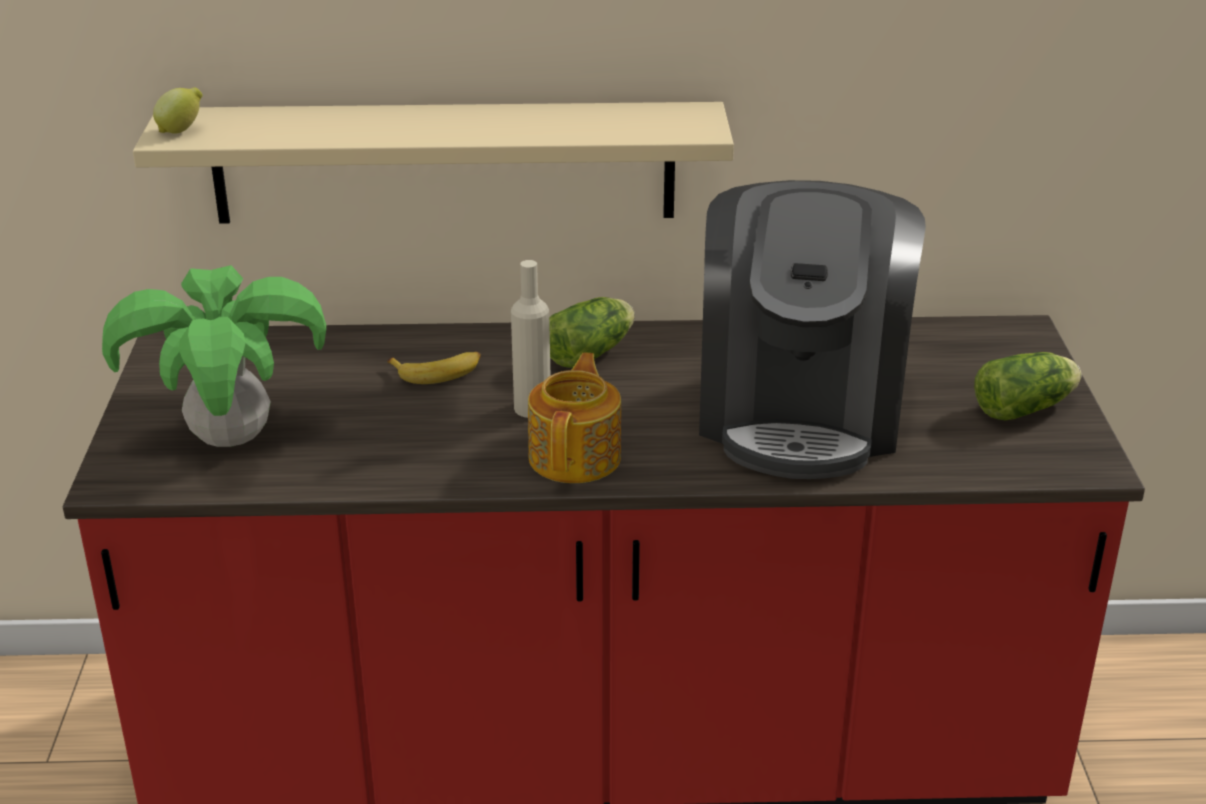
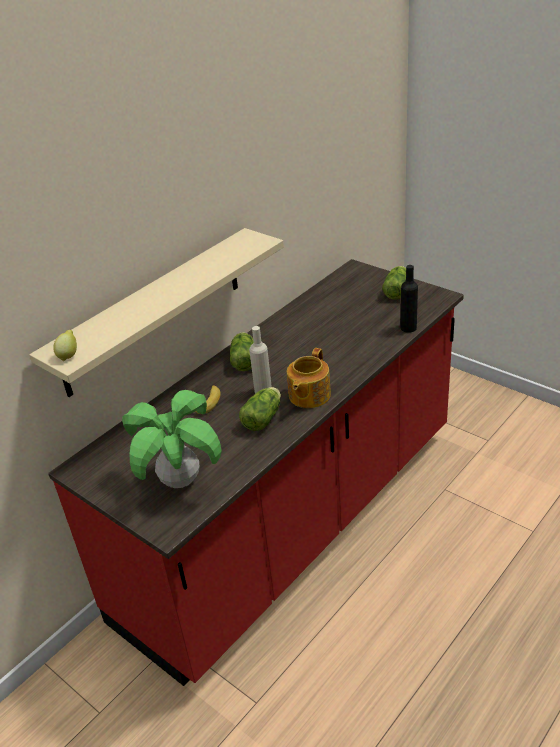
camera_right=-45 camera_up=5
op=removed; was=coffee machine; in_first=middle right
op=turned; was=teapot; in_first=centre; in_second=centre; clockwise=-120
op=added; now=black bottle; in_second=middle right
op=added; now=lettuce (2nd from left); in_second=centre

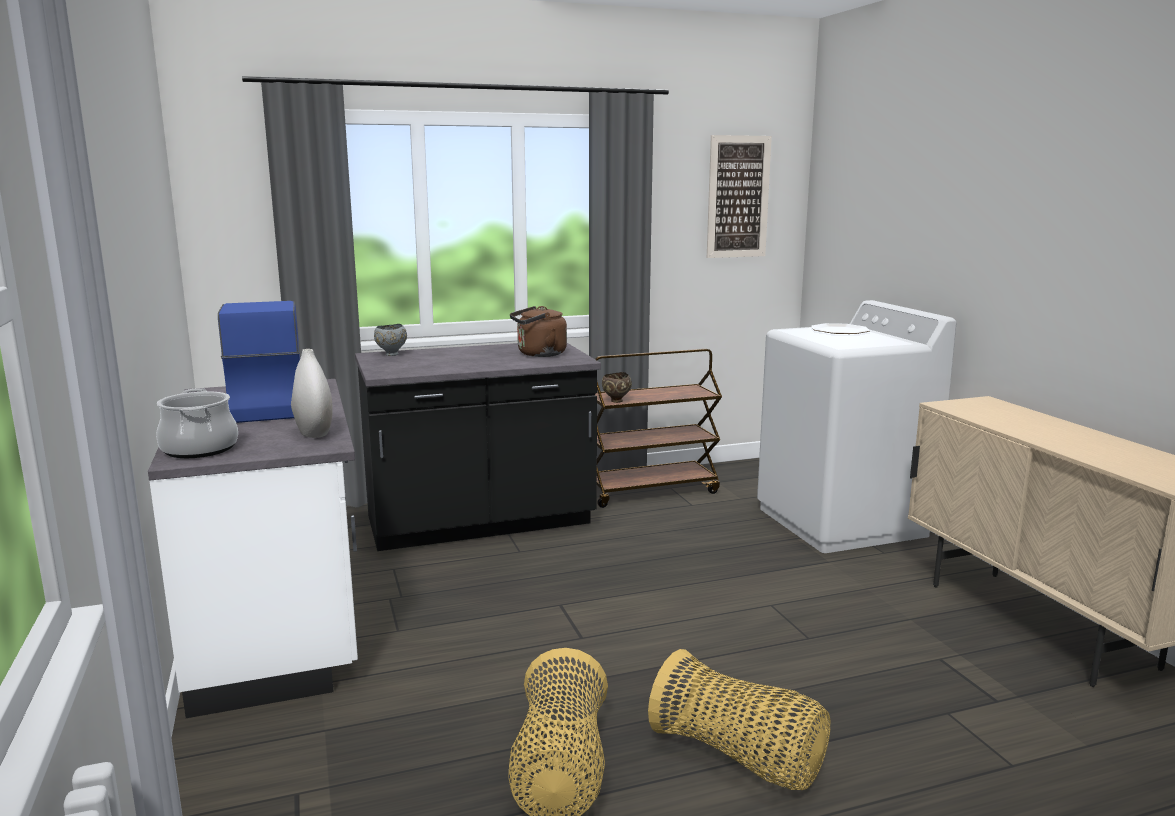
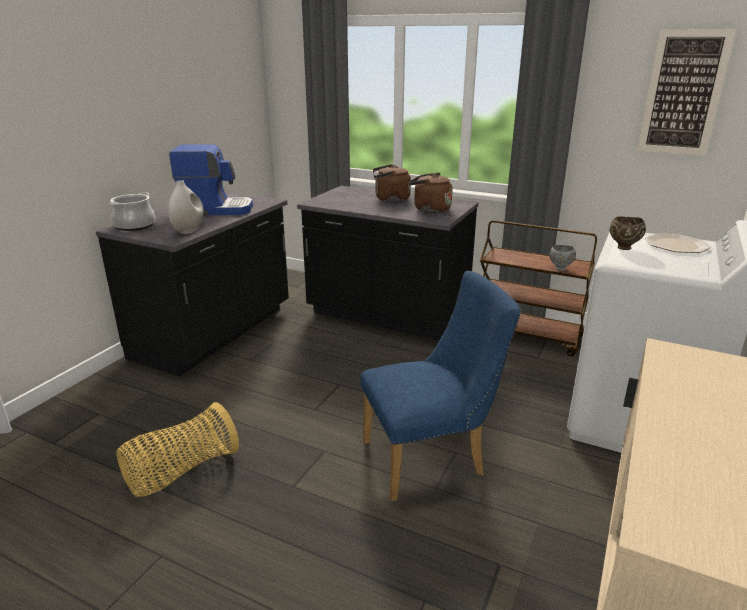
camera_right=45 camera_up=10
op=turned; was=coffee machine; in_first=middle left; in_second=top left; clockwise=60
op=moved; was=grey bowl; in_first=middle left; in_second=middle right
op=moved; was=brown bowl; in_first=centre; in_second=middle right
op=recoloured; was=white counter; now=black counter (1st from left); in_first=bottom left; in_second=middle left
op=removed; was=basket (2nd from left); in_first=bottom centre
op=added; now=brown kettle (1st from left); in_second=top centre
op=added; now=blue chair; in_second=centre

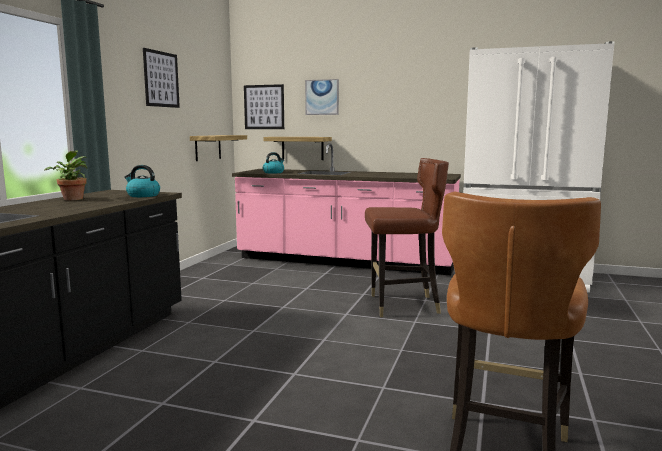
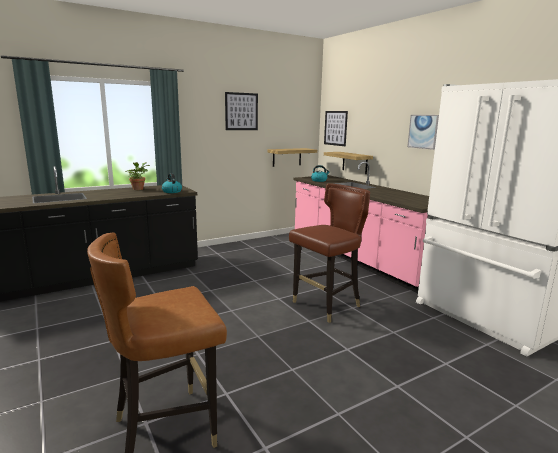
camera_right=40 camera_up=5
op=moved; was=picture (3rd from left); in_first=top centre; in_second=top right
op=turned; was=brown chair (1st from left in the first image); in_first=centre; in_second=centre; clockwise=-75

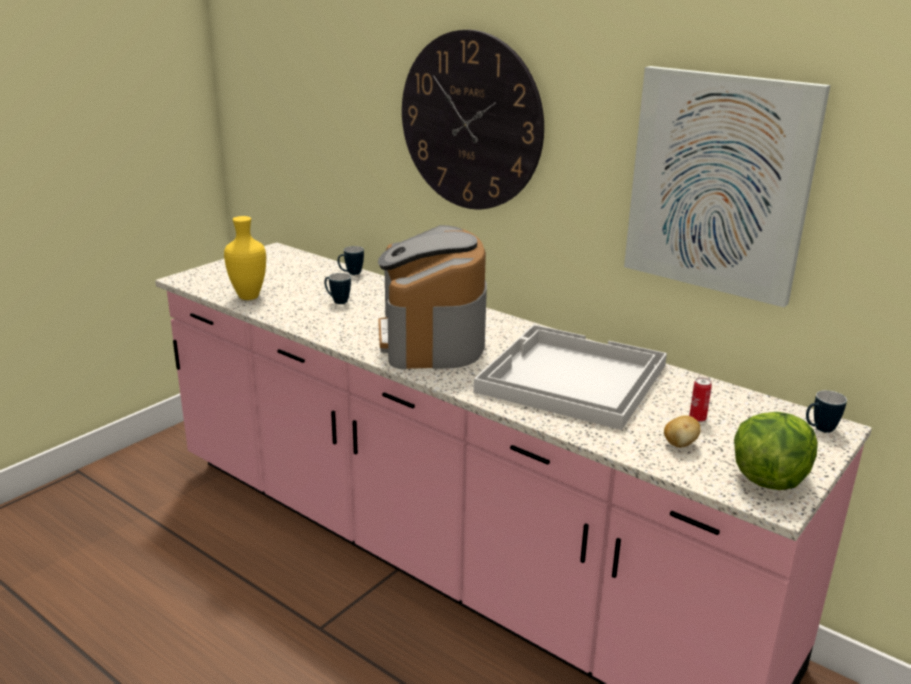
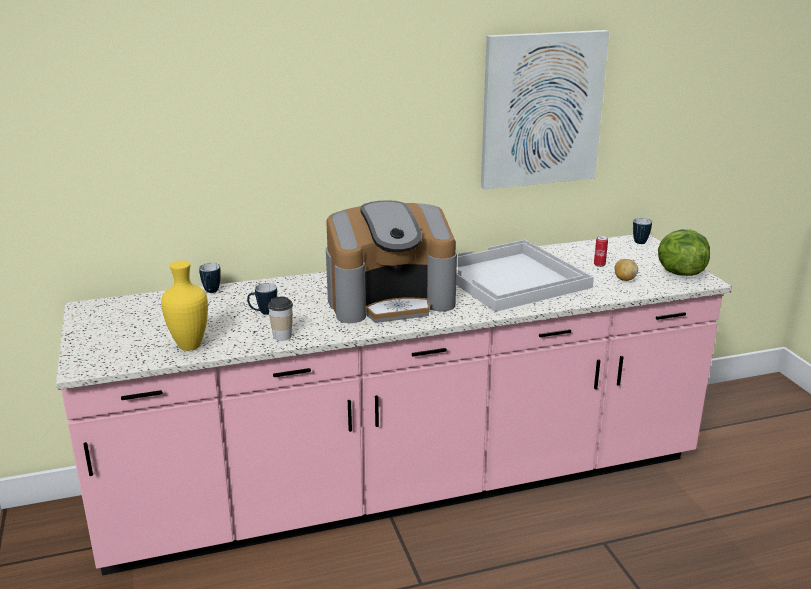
camera_right=-55 camera_up=0
op=removed; was=wall clock; in_first=top centre
op=turned; was=coffee machine; in_first=centre; in_second=centre; clockwise=-45
op=added; now=cup; in_second=centre

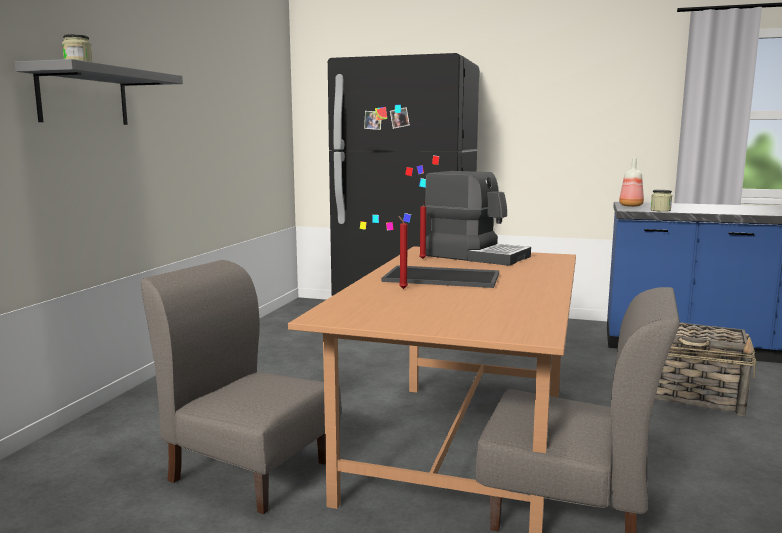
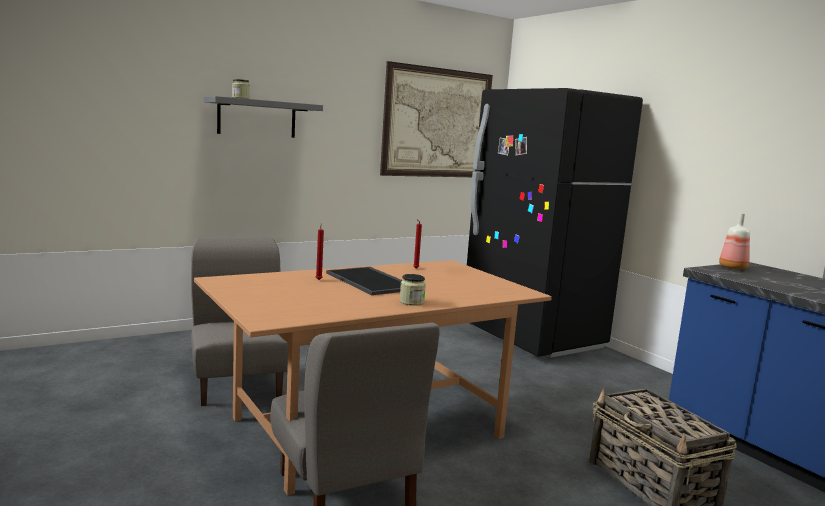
camera_right=40 camera_up=0
op=removed; was=coffee machine; in_first=centre
op=moved; was=jar (2nd from left); in_first=middle right; in_second=centre
op=added; now=picture; in_second=top centre

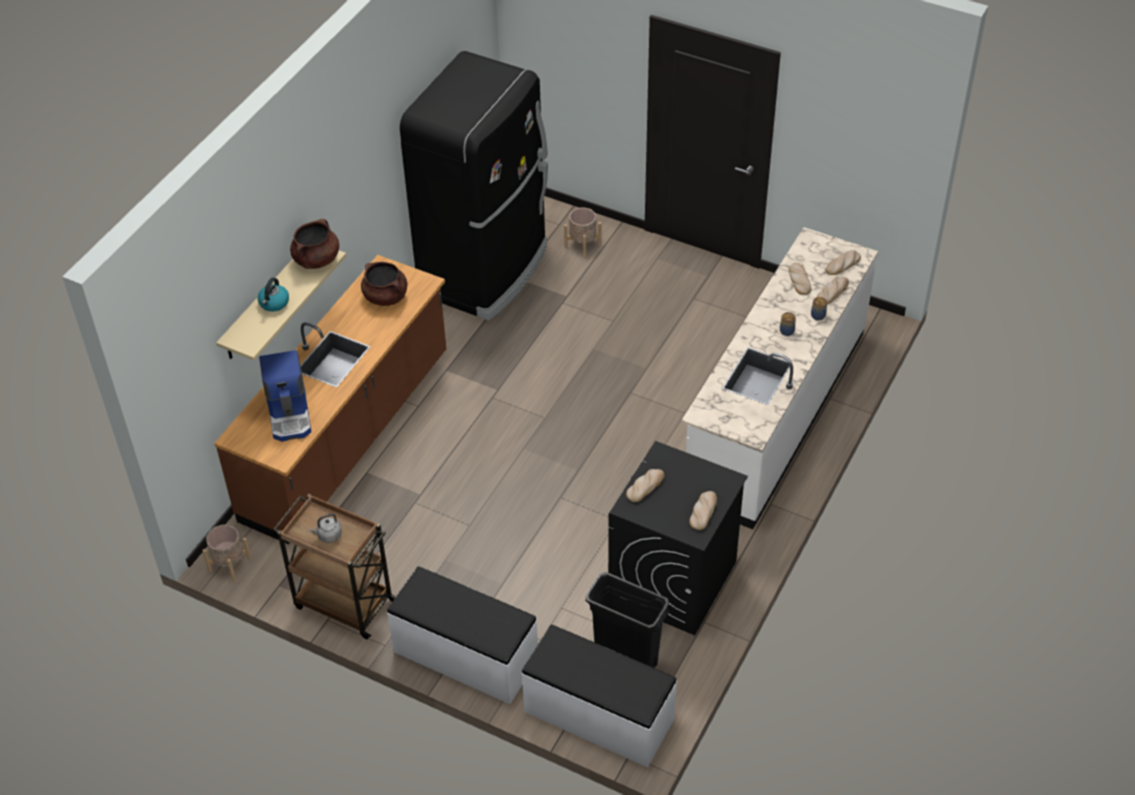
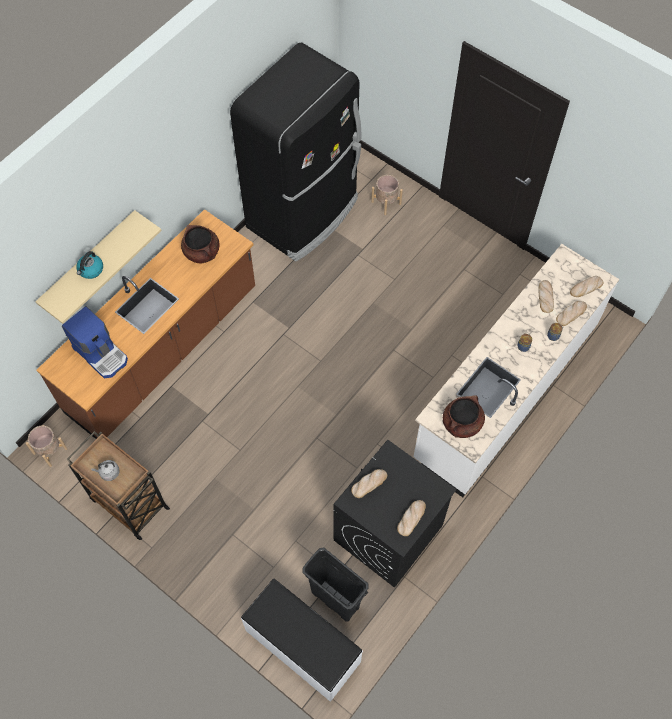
camera_right=10 camera_up=15
op=moved; was=brown cooking pot (1st from left in the first image); now=brown cooking pot (2nd from left); in_first=top left; in_second=middle right
op=turned; was=coffee machine; in_first=middle left; in_second=middle left; clockwise=-45
op=removed; was=white bench (1st from left); in_first=bottom centre

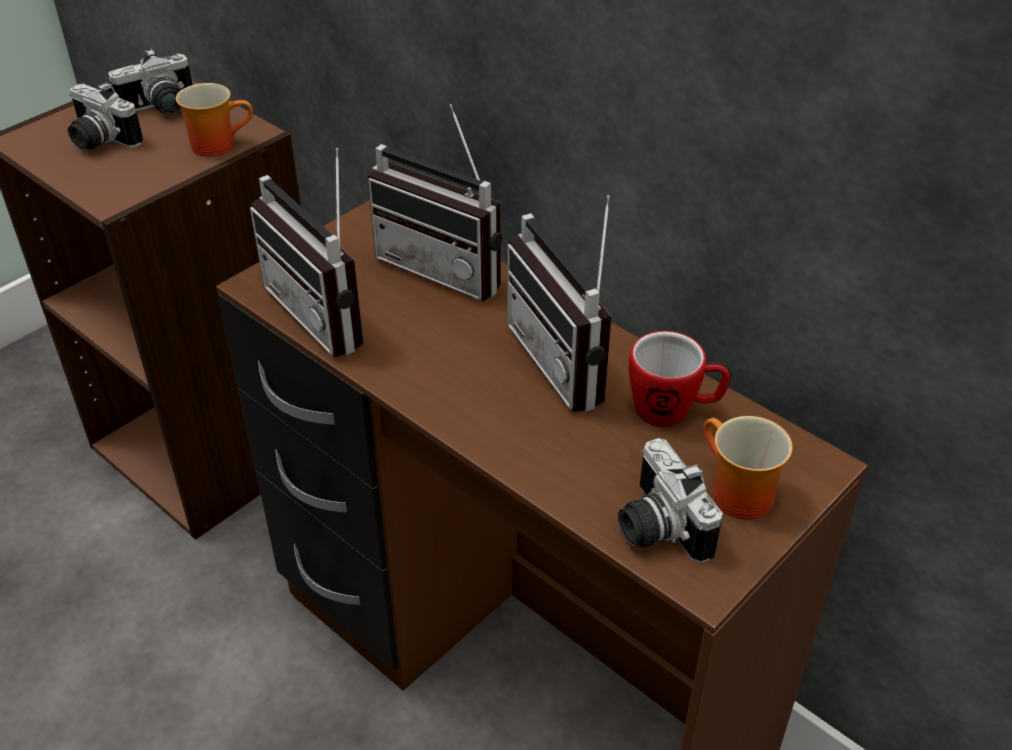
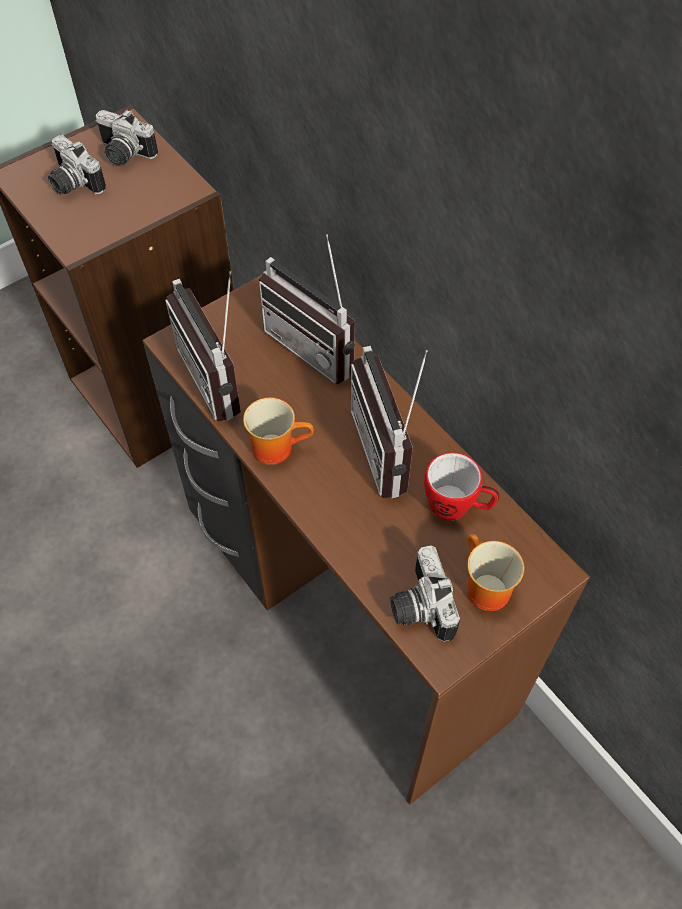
camera_right=10 camera_up=15
op=turned; was=photo camera (2nd from left); in_first=top left; in_second=top left; clockwise=45
op=moved; was=mug (1st from left); in_first=top left; in_second=centre

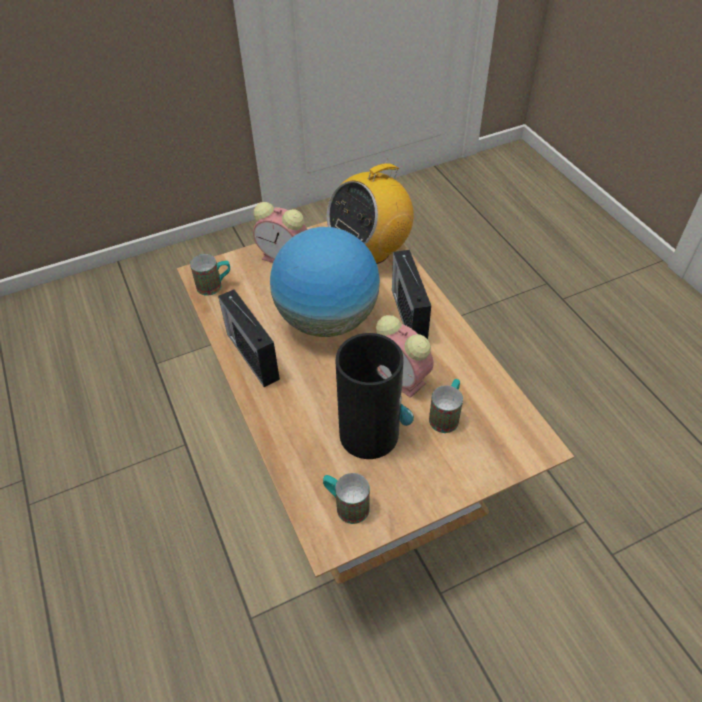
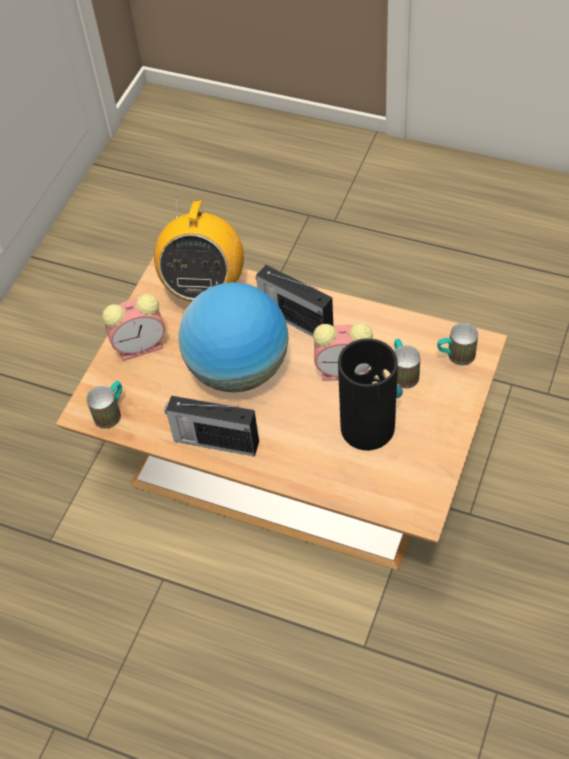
camera_right=-40 camera_up=5
op=moved; was=mug (2nd from left in the first image); now=mug (3rd from left); in_first=bottom centre; in_second=middle right

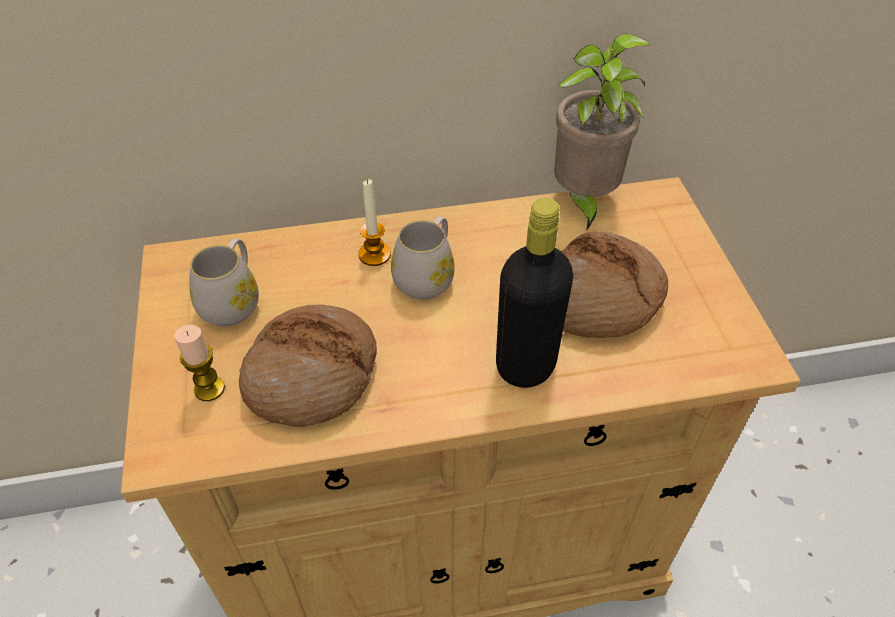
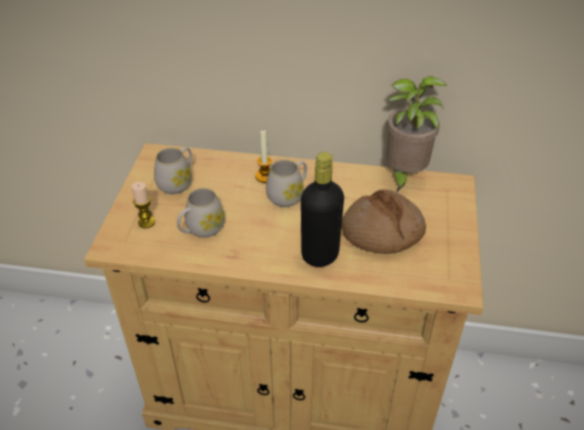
camera_right=20 camera_up=-5
op=replaced; was=bread (1st from left); now=white mug (2nd from left); in_first=centre; in_second=centre

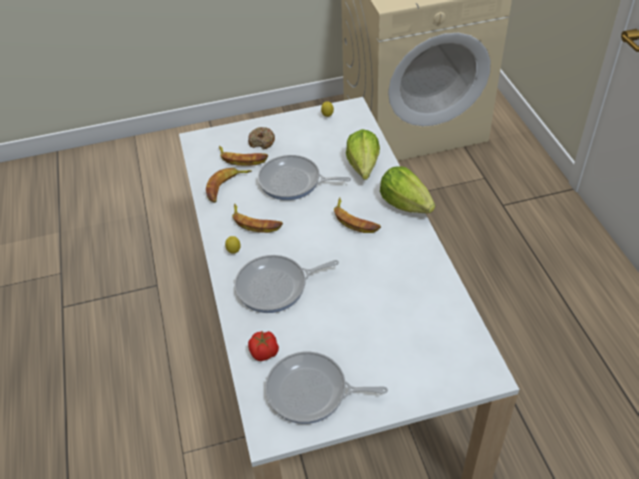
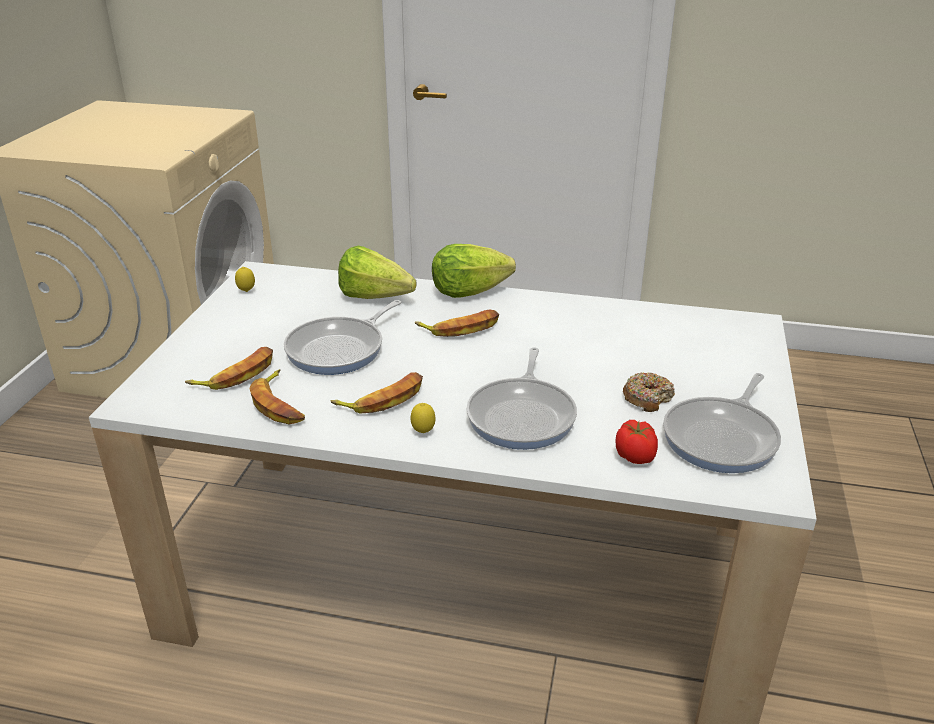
camera_right=-65 camera_up=-15
op=moved; was=donut; in_first=top centre; in_second=middle right

